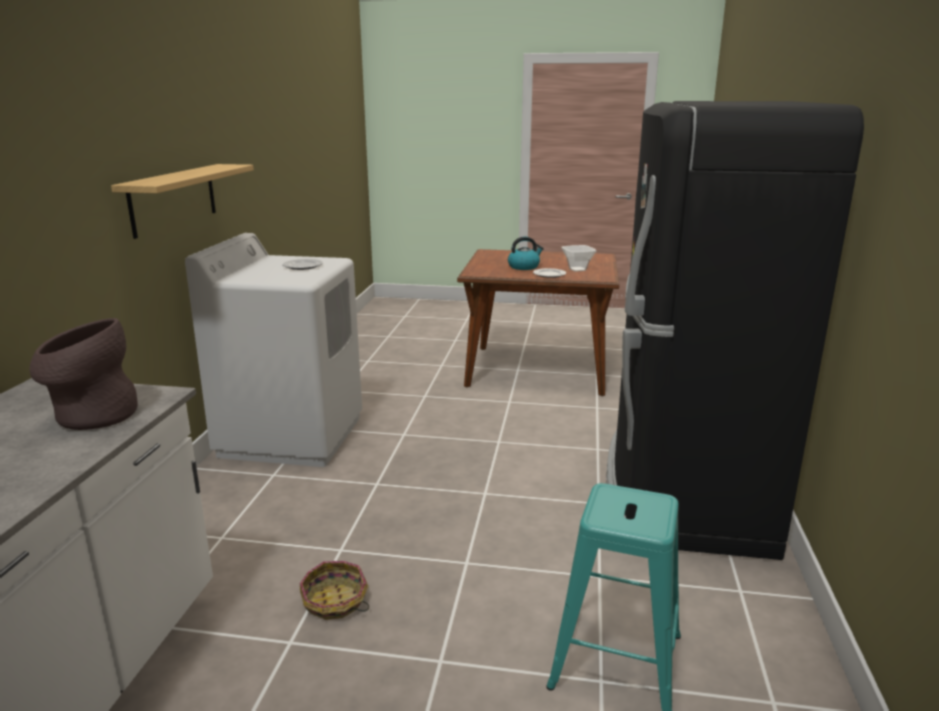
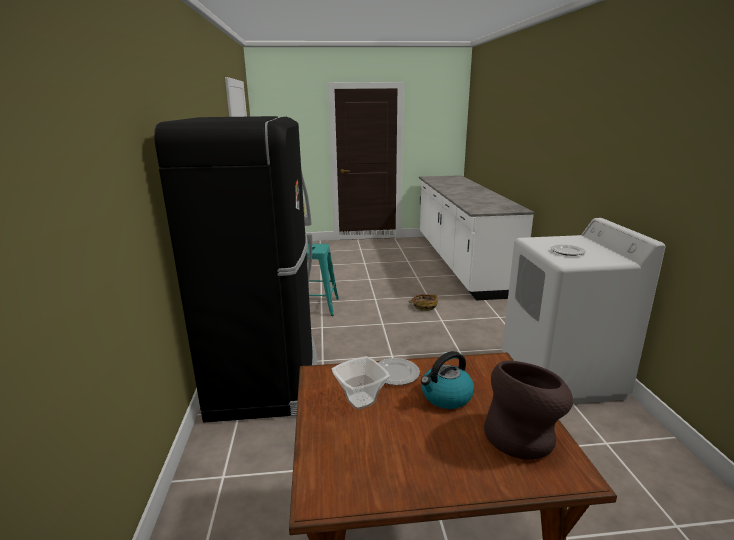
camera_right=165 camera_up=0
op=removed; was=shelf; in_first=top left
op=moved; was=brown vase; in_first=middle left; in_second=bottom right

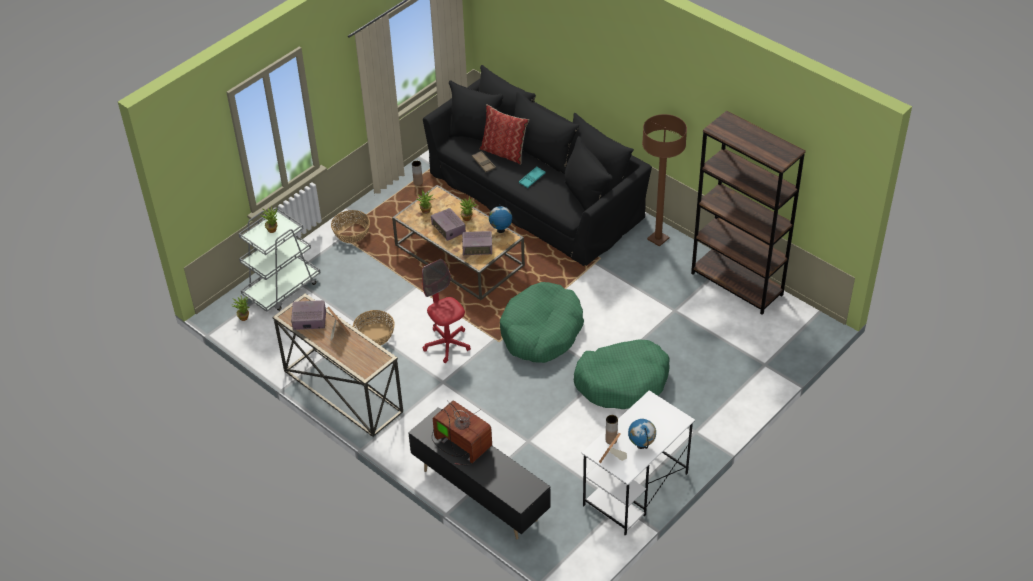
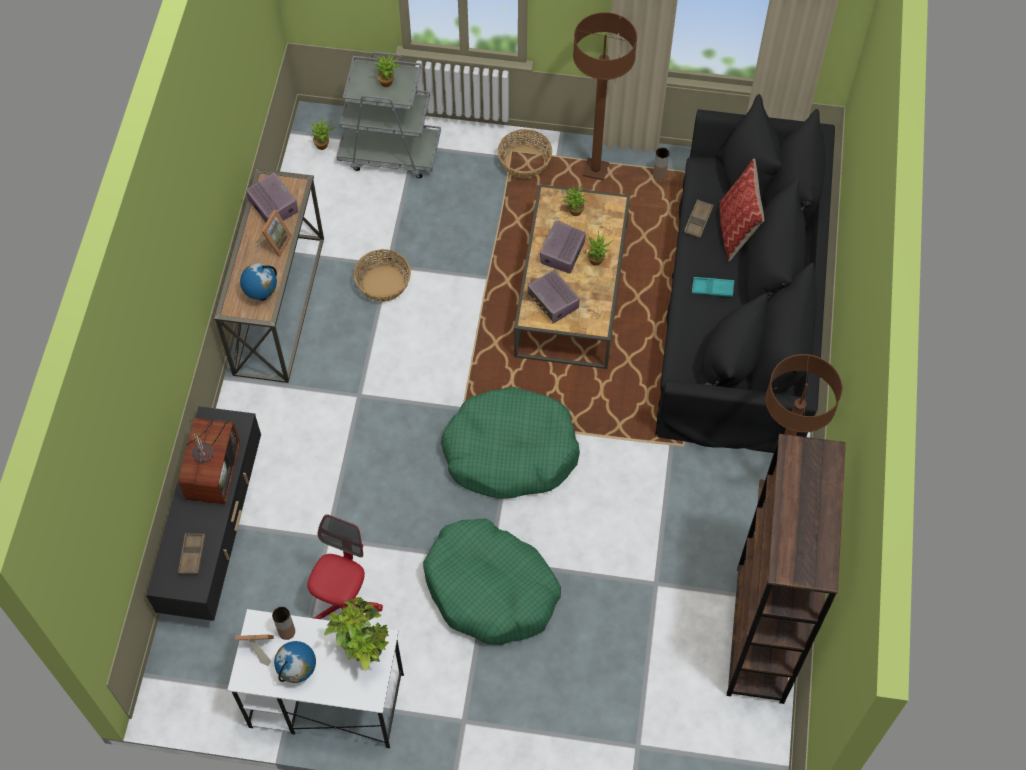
camera_right=55 camera_up=15
op=moved; was=globe (1st from left); in_first=centre; in_second=middle left
op=moved; was=red office chair; in_first=centre; in_second=bottom centre
op=added; now=brown floor lamp (1st from left); in_second=top centre
op=added; now=brown tray (1st from left); in_second=bottom left
op=added; now=potted plant (2nd from left); in_second=bottom centre

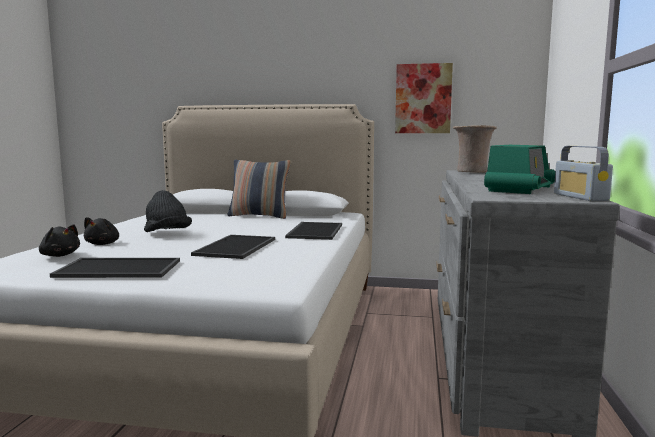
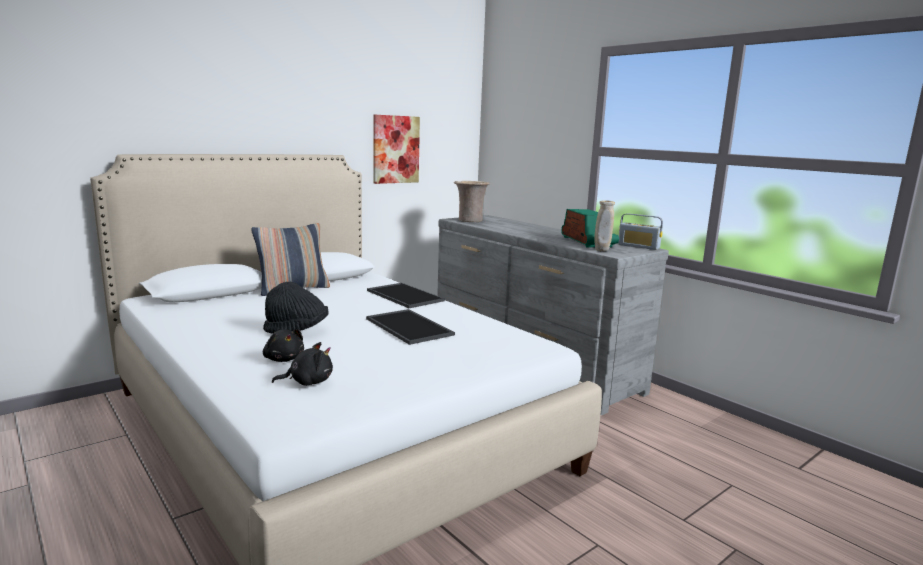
camera_right=-50 camera_up=5
op=removed; was=tray (1st from left); in_first=middle left
op=added; now=beige vase (2nd from left); in_second=centre

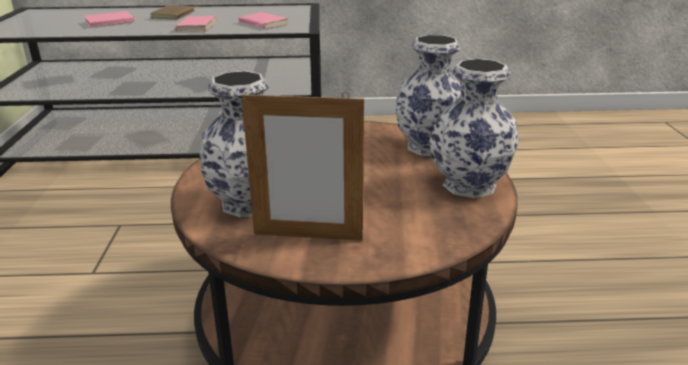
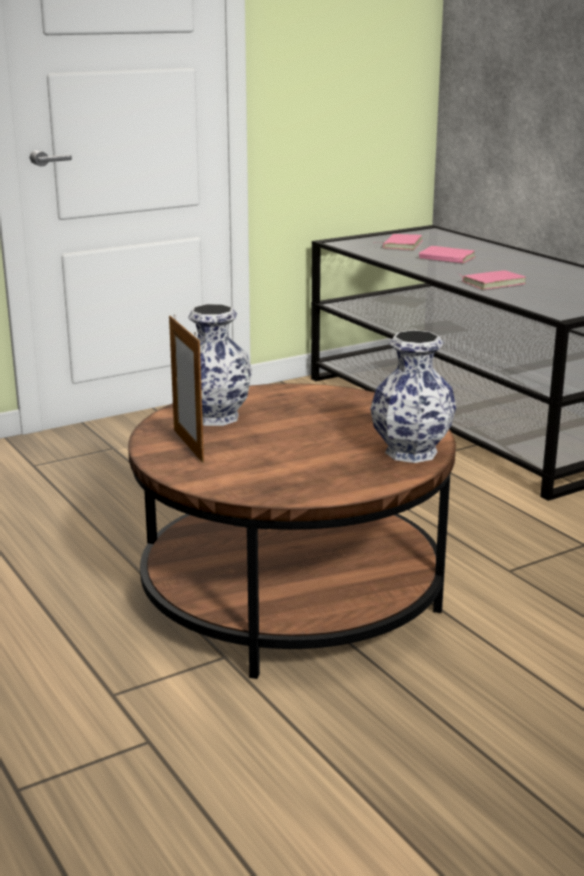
camera_right=60 camera_up=-5
op=removed; was=brown book; in_first=top left
op=moved; was=pink book (3rd from left in the first image); now=pink book (1st from left); in_first=top centre; in_second=top right
op=removed; was=vase (3rd from left); in_first=middle right

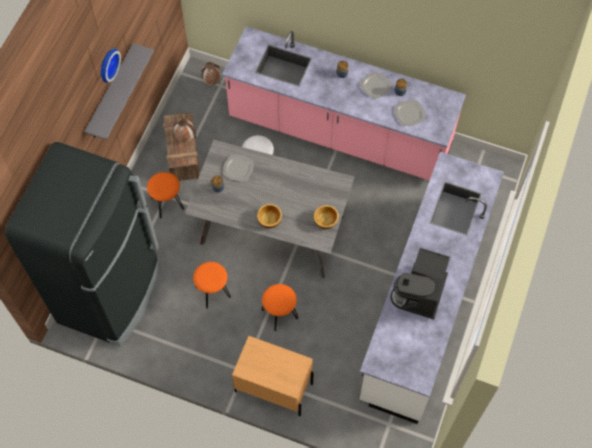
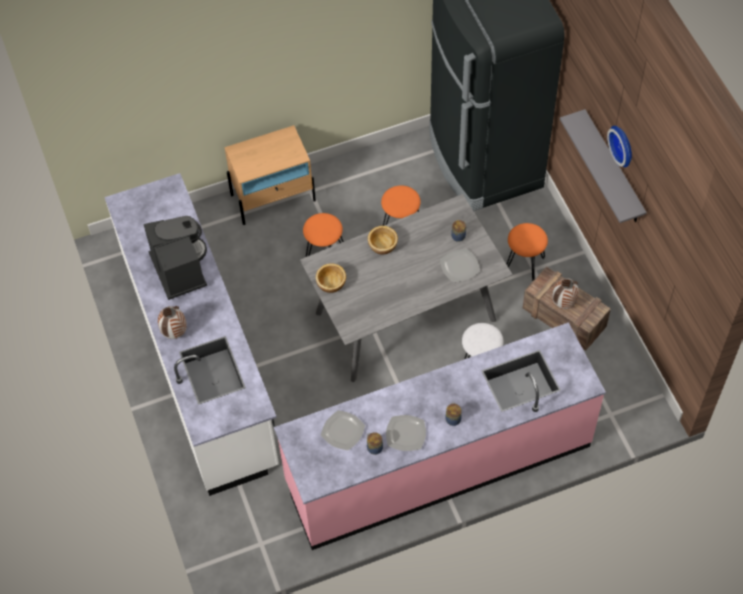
camera_right=140 camera_up=-5
op=moved; was=vase (2nd from left in the first image); now=vase (1st from left); in_first=top centre; in_second=middle left

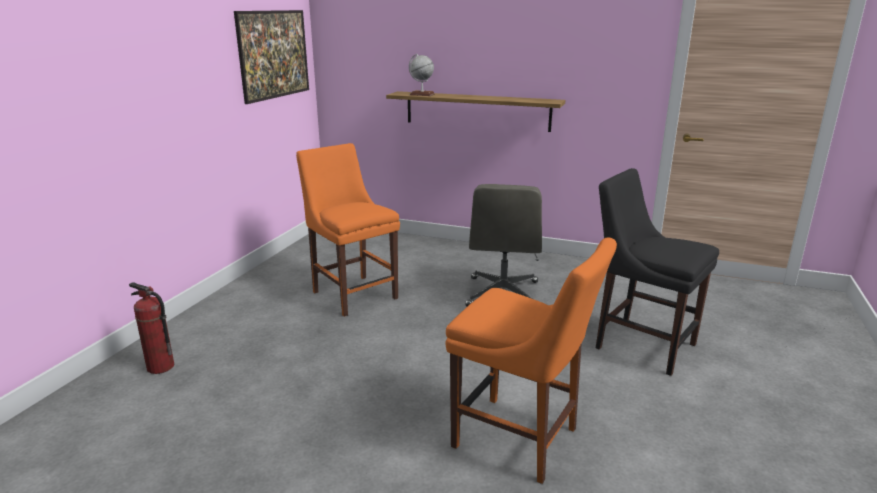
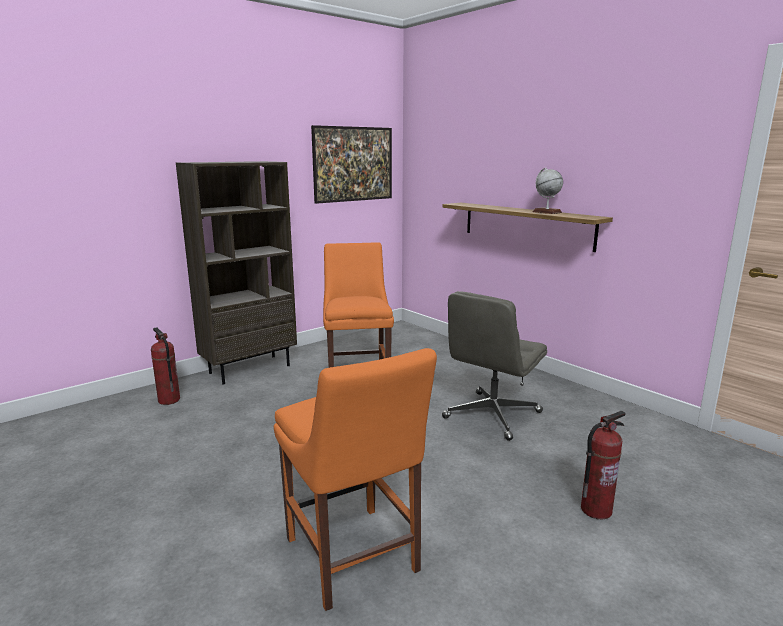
camera_right=30 camera_up=-5
op=moved; was=globe; in_first=top centre; in_second=top right
op=replaced; was=black chair; now=fire extinguisher (2nd from left); in_first=middle right; in_second=bottom right
op=added; now=brown bookcase; in_second=middle left

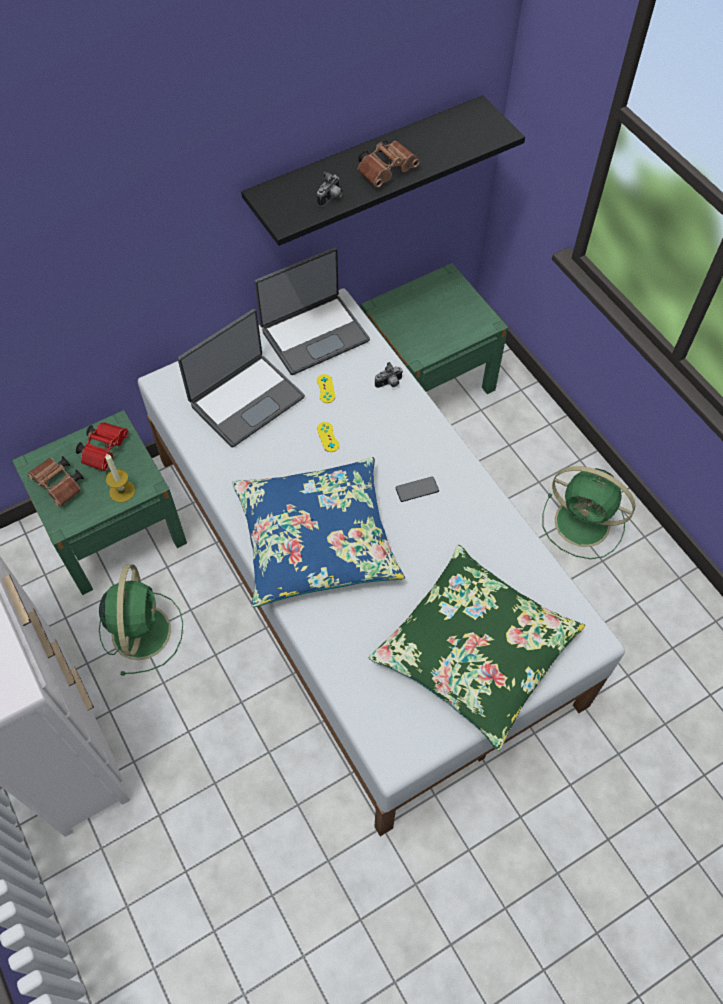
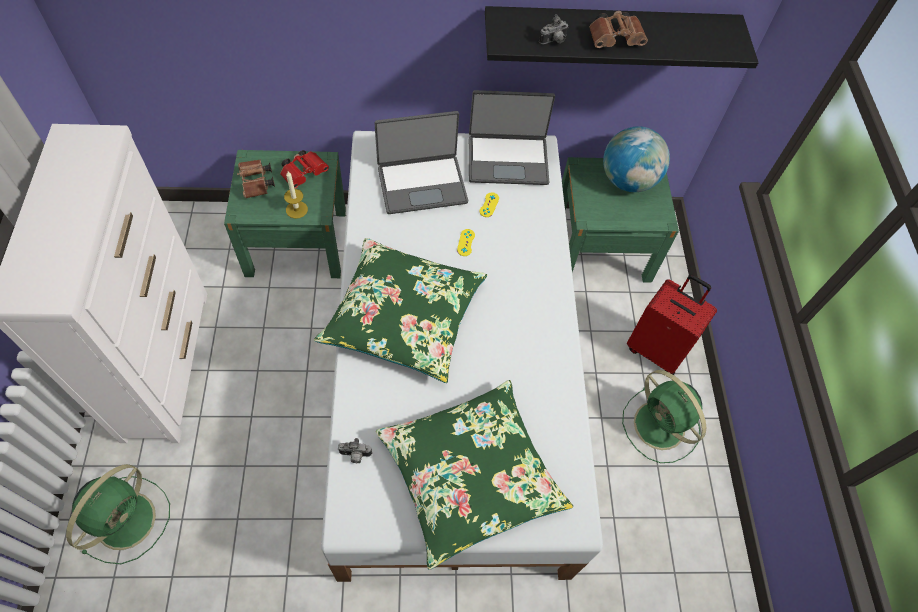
camera_right=25 camera_up=0
op=moved; was=photo camera (2nd from left in the first image); now=photo camera (1st from left); in_first=centre; in_second=bottom centre
op=recoloured; was=blue pillow; now=green pillow (1st from left); in_first=centre; in_second=centre
op=removed; was=phone; in_first=centre
op=moved; was=green fan (1st from left); in_first=middle left; in_second=bottom left
op=added; now=globe; in_second=top right
op=added; now=red suitcase; in_second=middle right

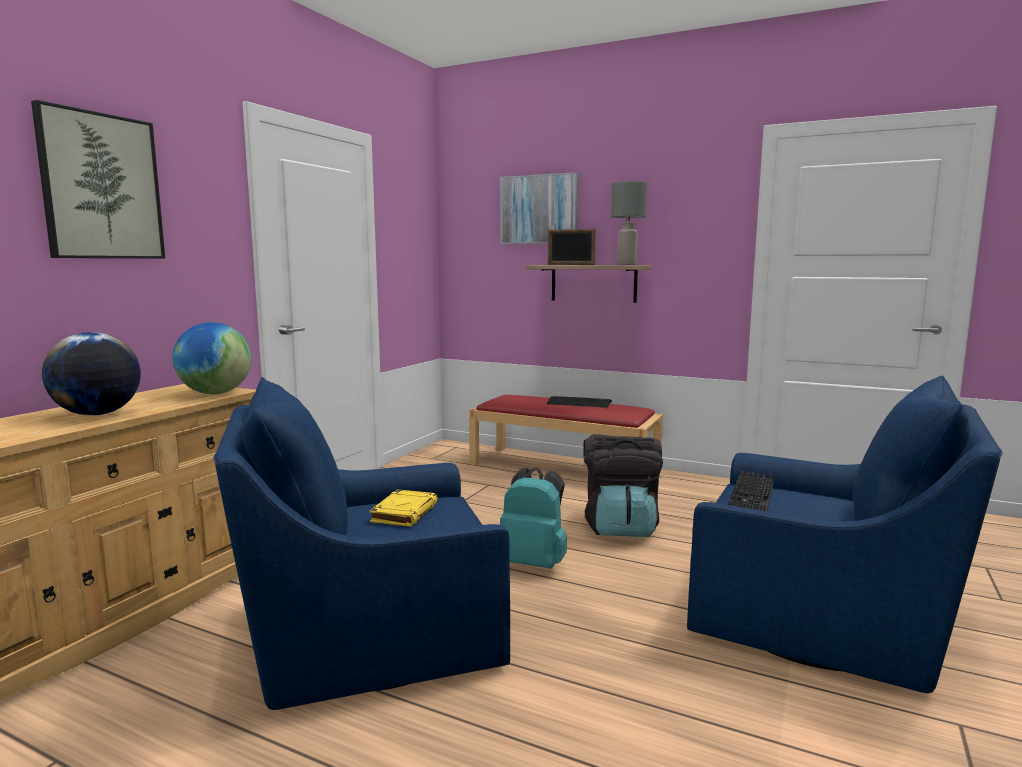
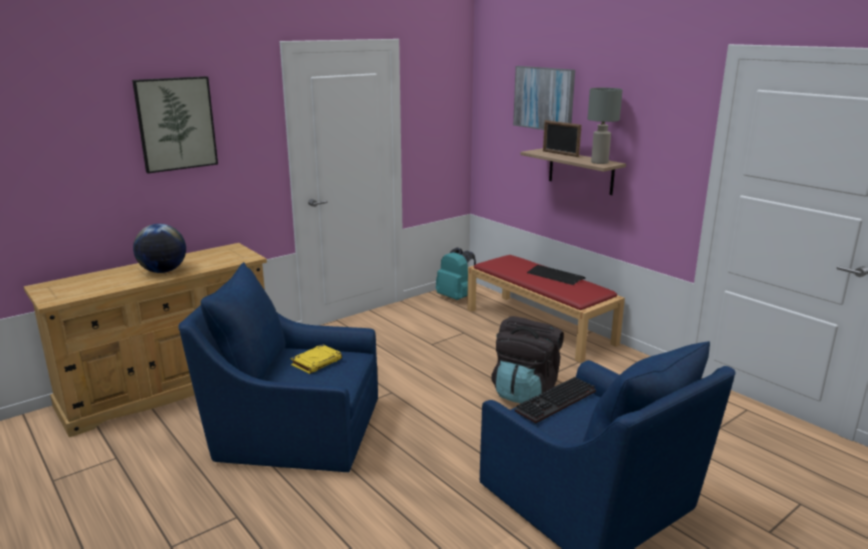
camera_right=25 camera_up=10
op=removed; was=globe (2nd from left); in_first=middle left
op=moved; was=turquoise backpack; in_first=bottom centre; in_second=centre

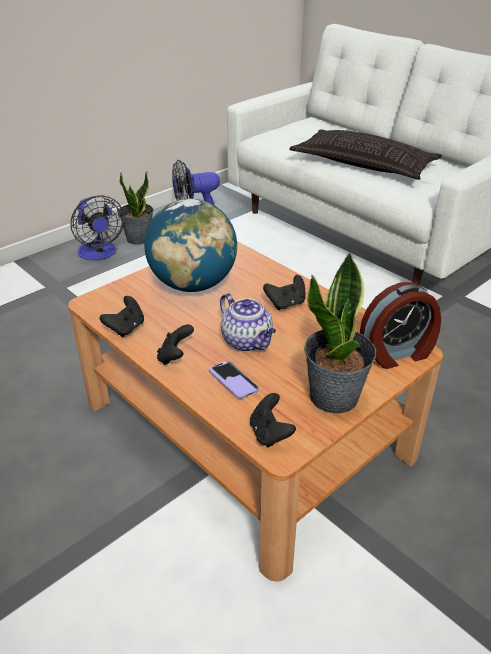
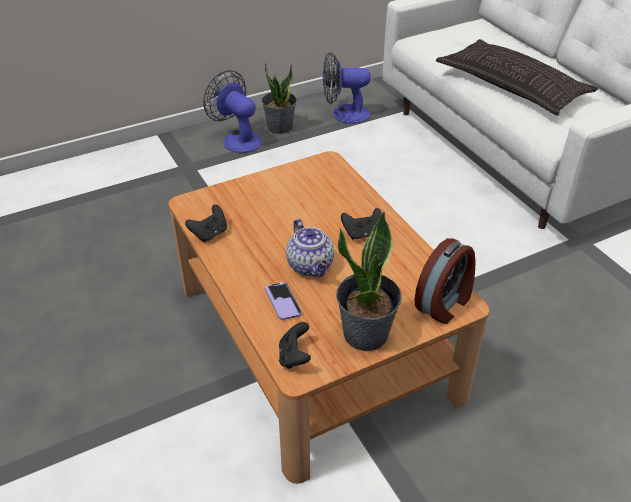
camera_right=15 camera_up=5
op=turned; was=fan (1st from left); in_first=middle left; in_second=top centre; clockwise=150
op=removed; was=globe; in_first=centre
op=turned; was=alarm clock; in_first=middle right; in_second=middle right; clockwise=-45
op=removed; was=black game controller (2nd from left); in_first=centre

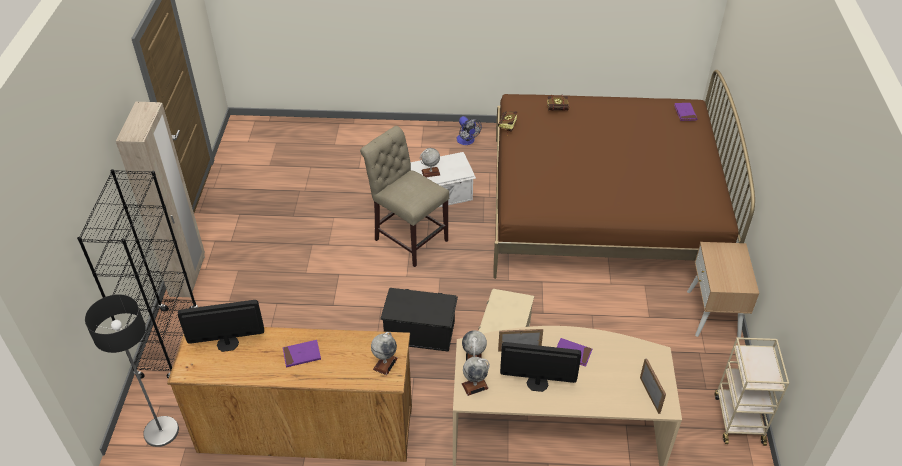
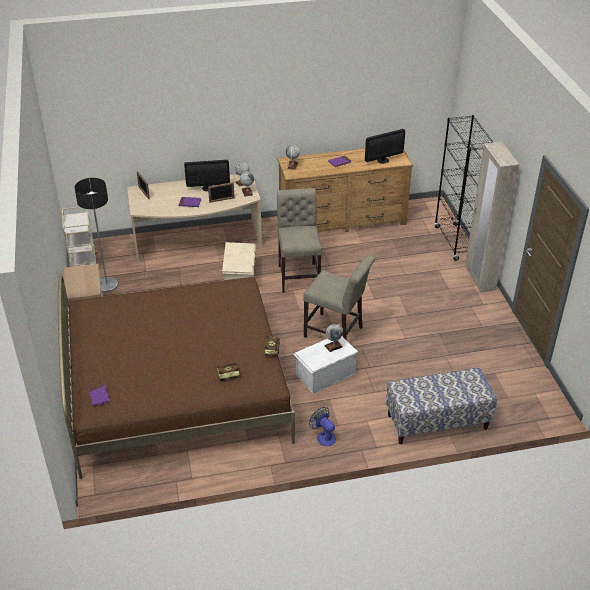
camera_right=165 camera_up=-5
op=replaced; was=black storage box; now=beige chair (1st from left); in_first=bottom centre; in_second=centre
op=moved; was=floor lamp; in_first=bottom left; in_second=middle left
op=added; now=bench; in_second=bottom right

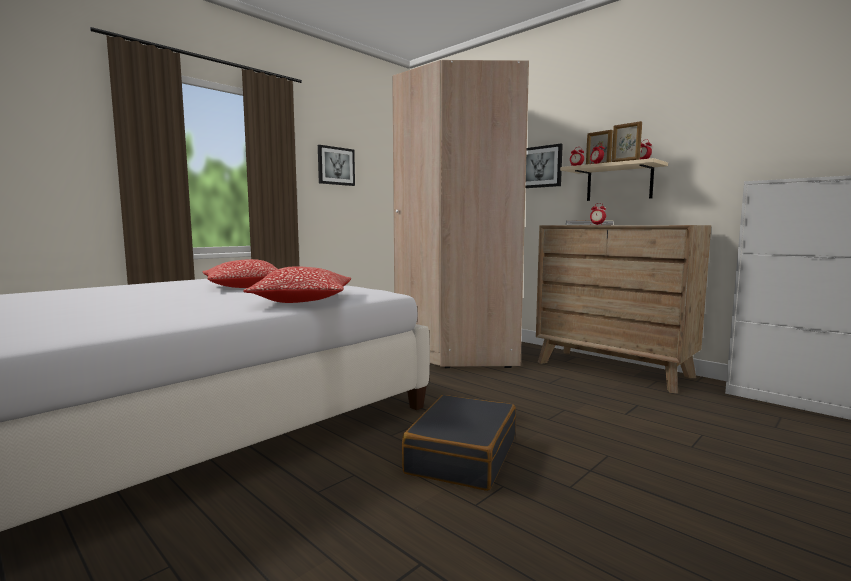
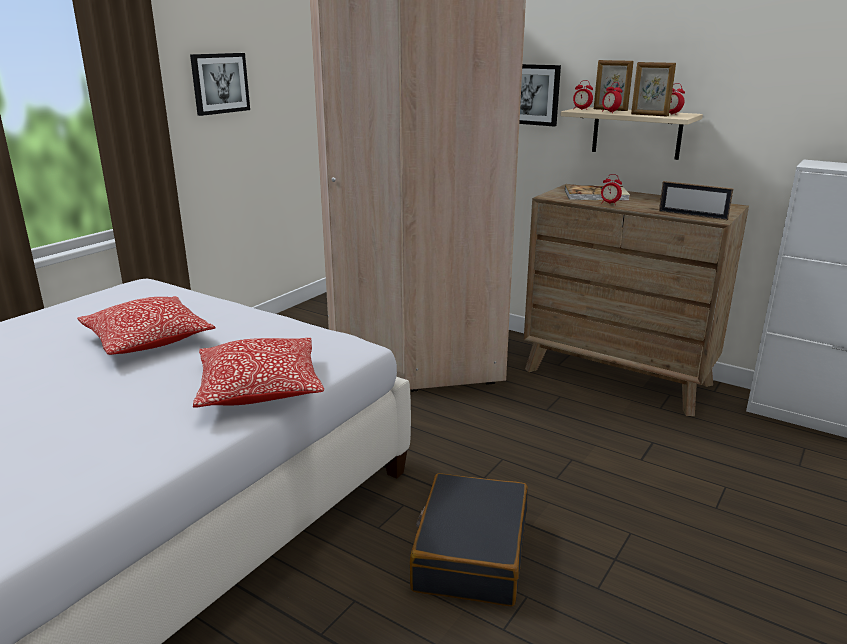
camera_right=-10 camera_up=15
op=added; now=picture frame (3rd from left); in_second=top right

